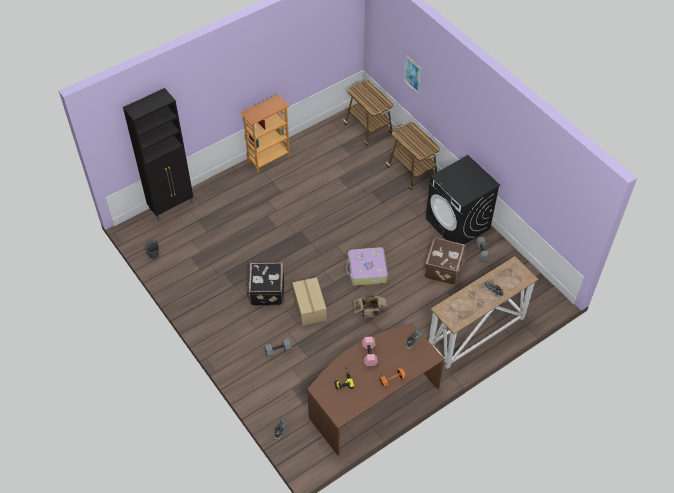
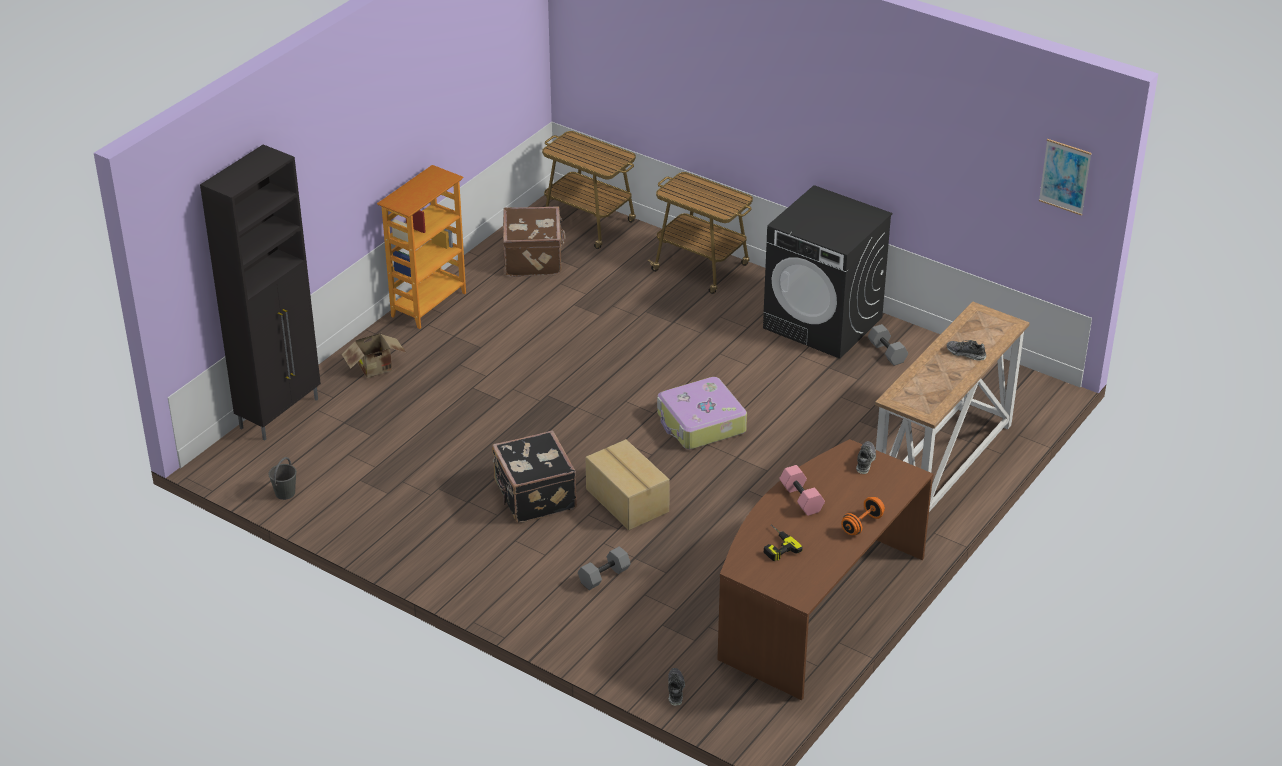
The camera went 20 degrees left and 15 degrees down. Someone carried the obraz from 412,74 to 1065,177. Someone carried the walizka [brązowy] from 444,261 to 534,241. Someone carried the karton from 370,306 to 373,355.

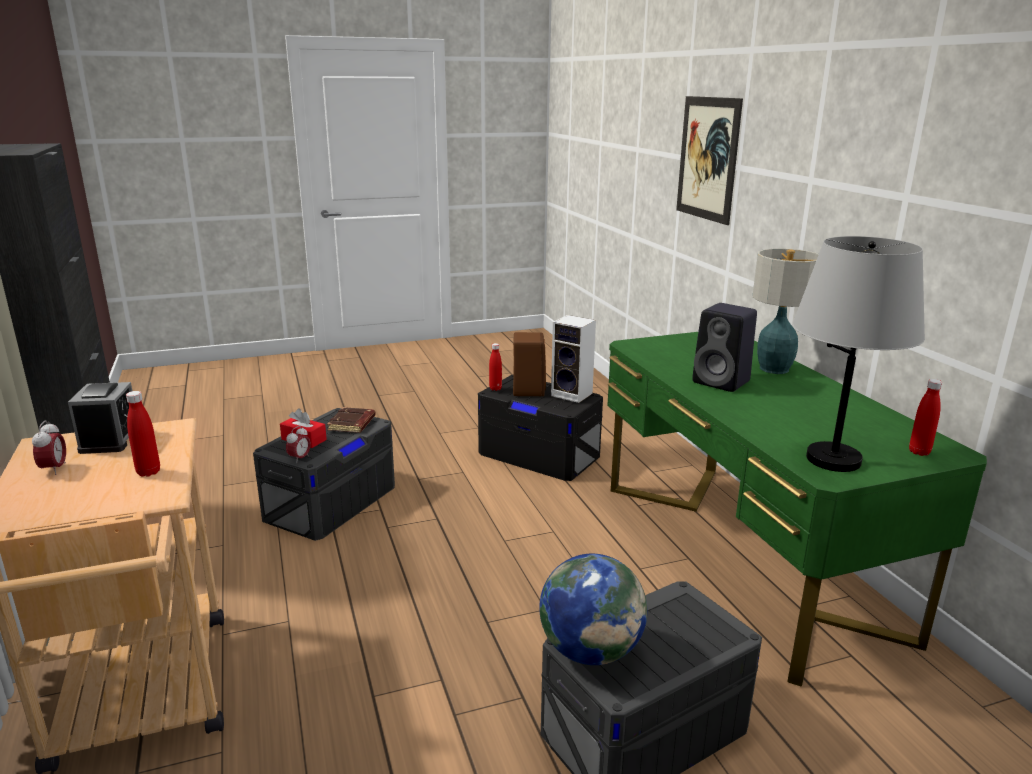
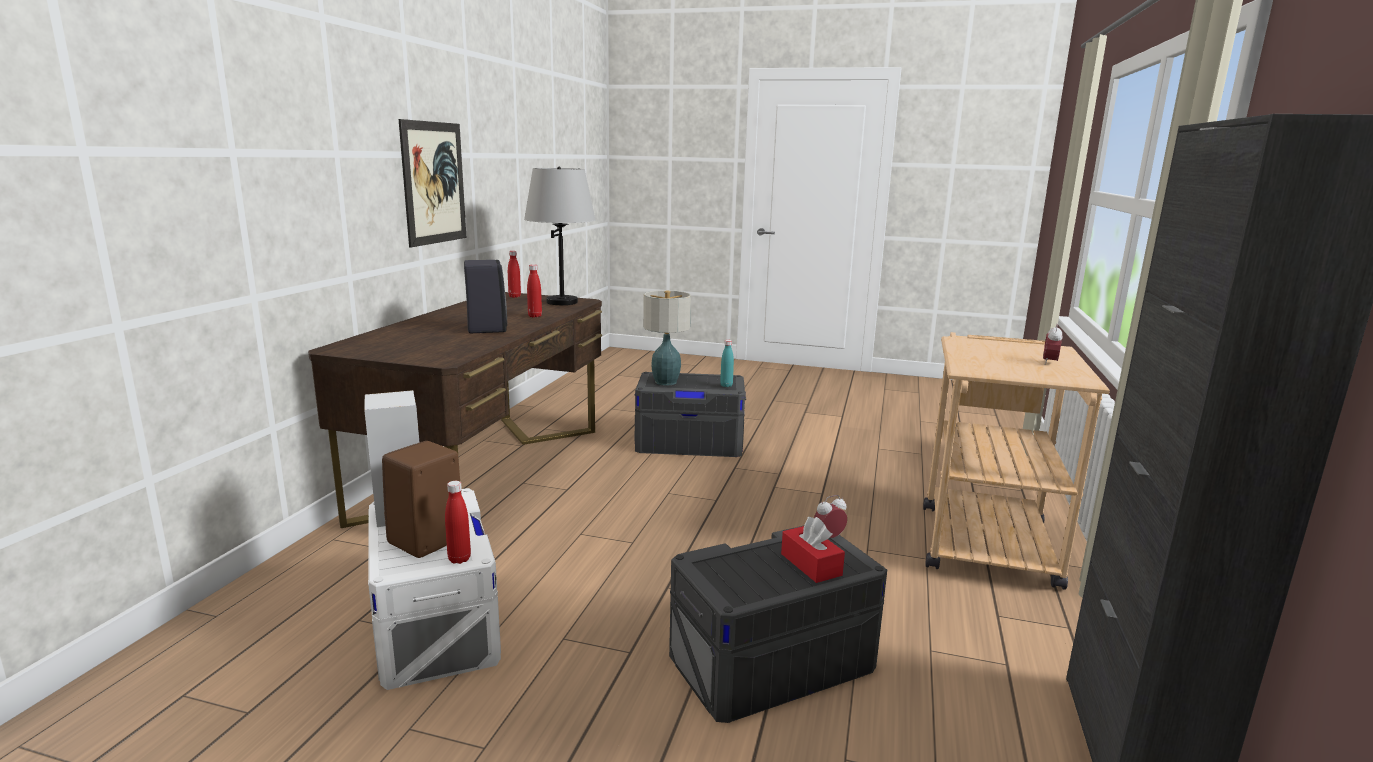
The camera went 145 degrees left and 5 degrees down. Someone carried the obraz from 709,160 to 433,183. Someone carried the lampa stołowa from 786,311 to 667,338. Someone repainted the biurko [zielony] at 797,509, which became the biurko [brązowy] at 455,410. Someone repainted the pojemnik do przechowywania [czarny] at 540,428, which became the pojemnik do przechowywania [biały] at 434,589. Someone took away the budzik at 100,418. Someone carried the butelka [czerwony] from 143,434 to 534,290. Someone took away the książka [brązowy] at 351,420. Someone swapped the globus at 593,609 for the butelka [turkusowy] at 727,363.

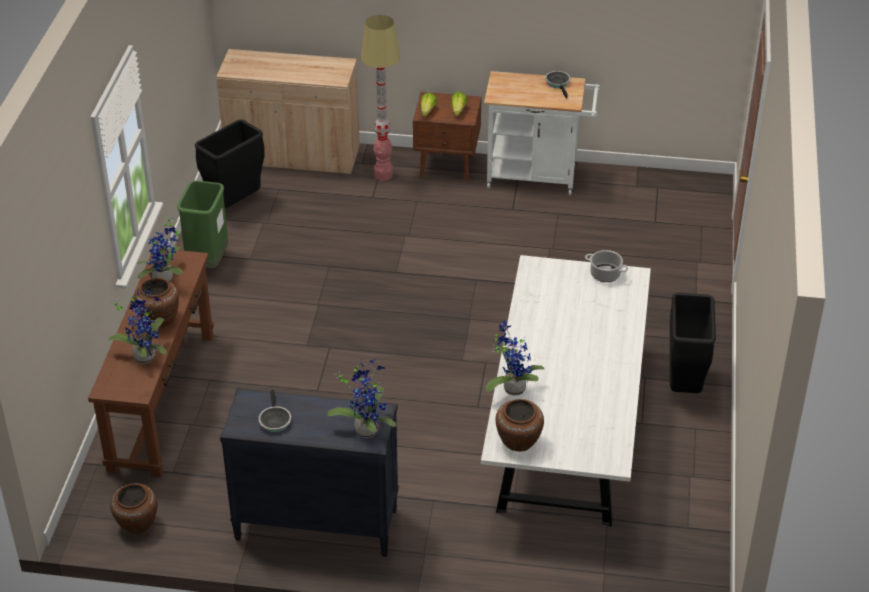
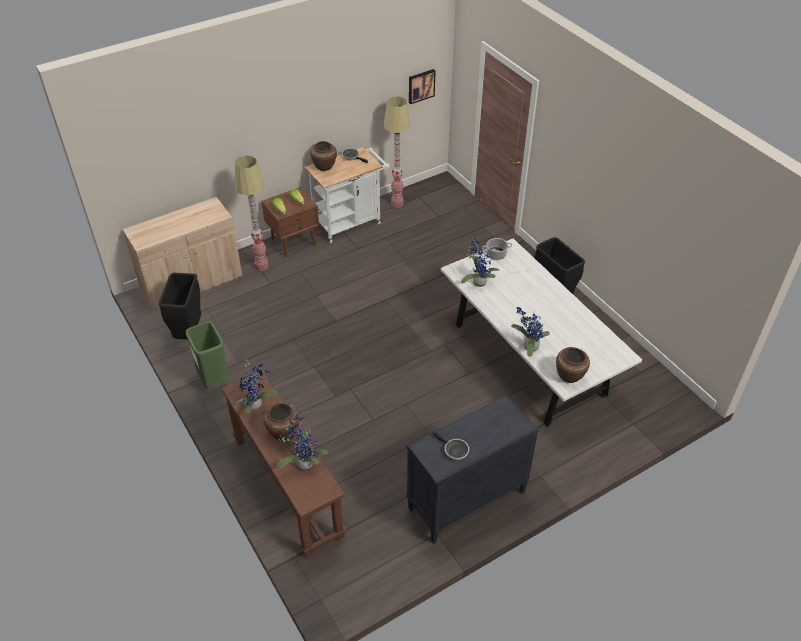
The camera went 40 degrees left and 5 degrees up. Someone carried the roślina doniczkowa from 361,398 to 480,262. Someone carried the wazon [brązowy] from 134,508 to 323,156. Someone put up the obraz at 422,86. Someone put down the lampa stojąca at 397,152.

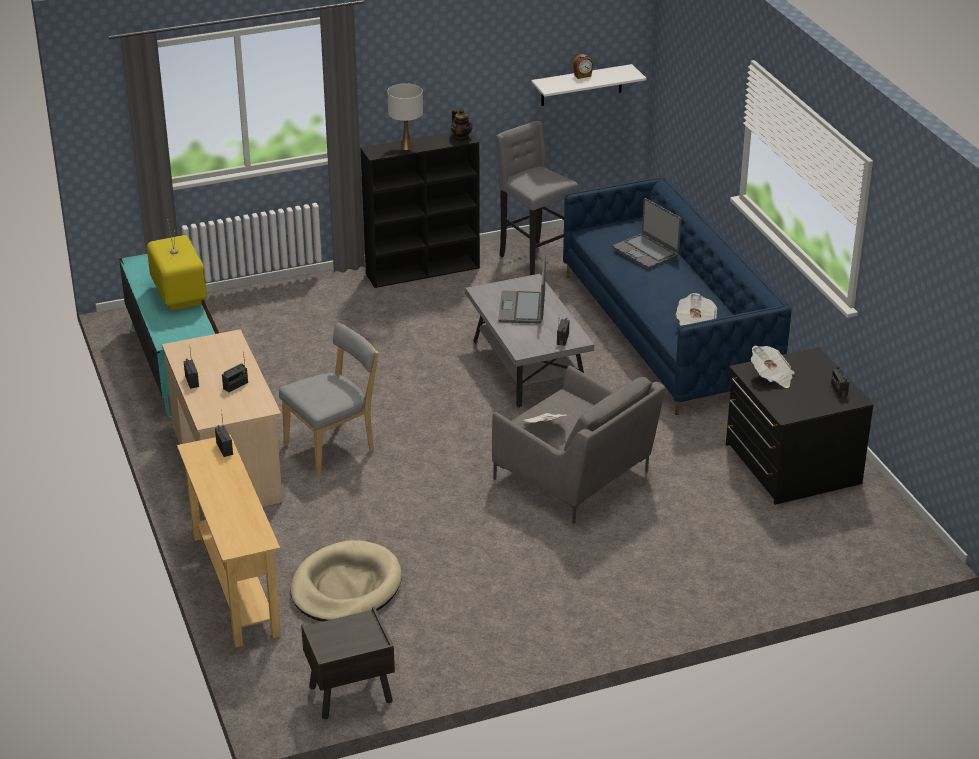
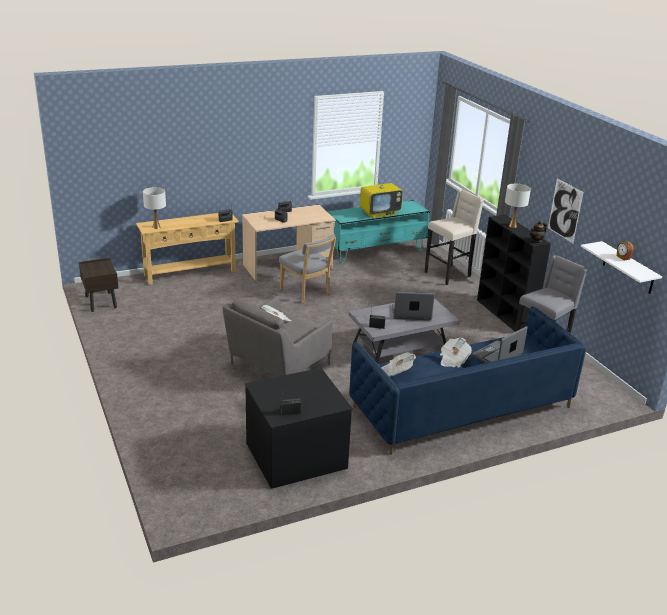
The camera went 85 degrees right and 5 degrees down. Someone carried the gazeta from 772,367 to 456,352. Someone took away the legowisko [beżowy] at 346,581. Someone put up the obraz at 566,210. Someone put down the lampa stołowa [biały] at 154,208. Someone put down the stołek [beżowy] at 454,237.

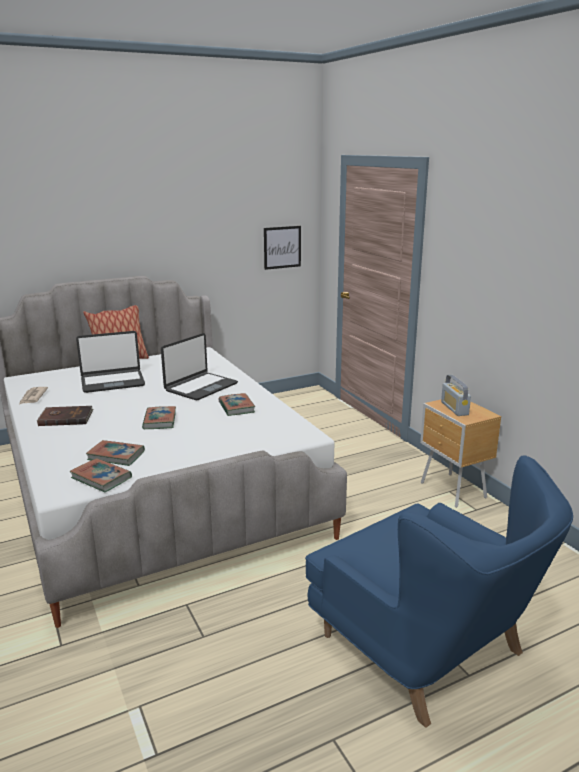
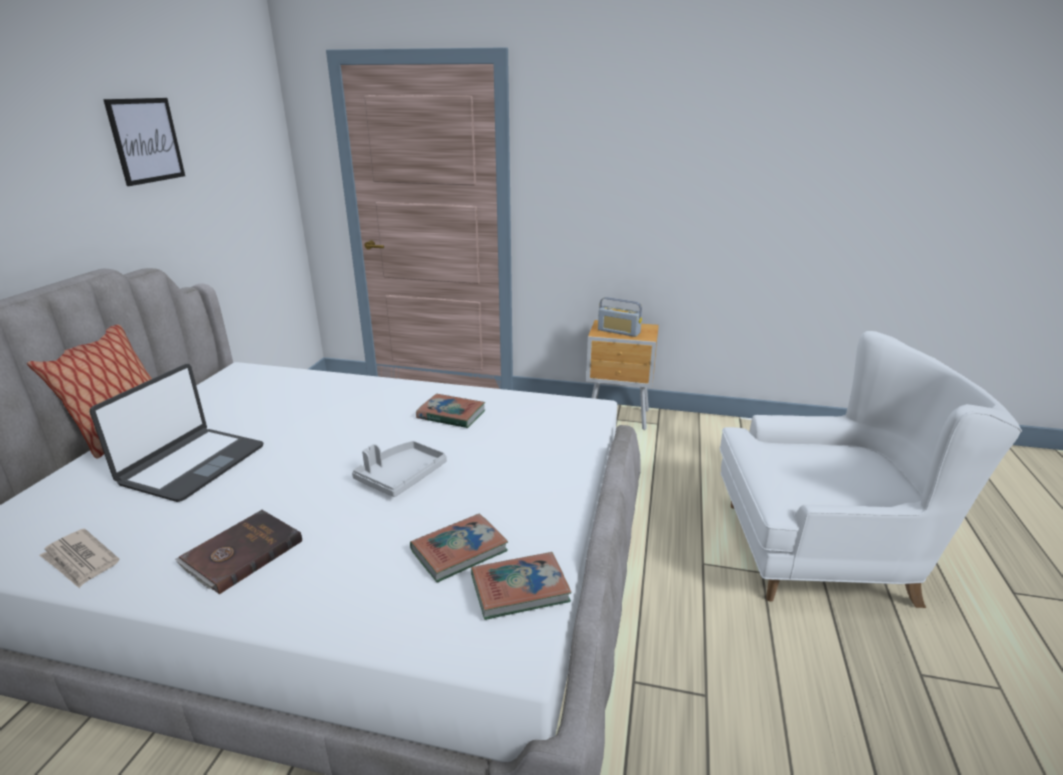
The camera went 50 degrees left and 5 degrees up. Someone carried the obraz from 282,248 to 144,142. Someone took away the laptop at 199,366. Someone swapped the książka at 159,417 for the taca [szary] at 399,469. Someone repainted the fotel [niebieski] at 439,592, which became the fotel [biały] at 871,469.

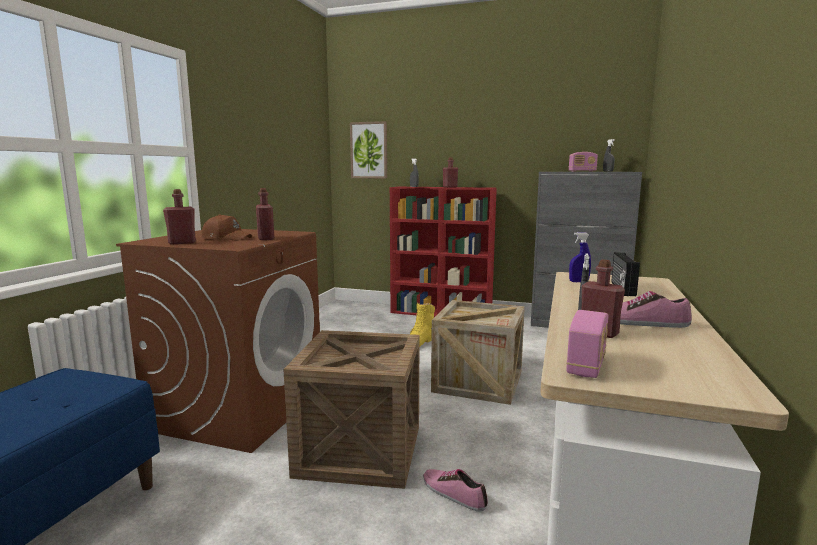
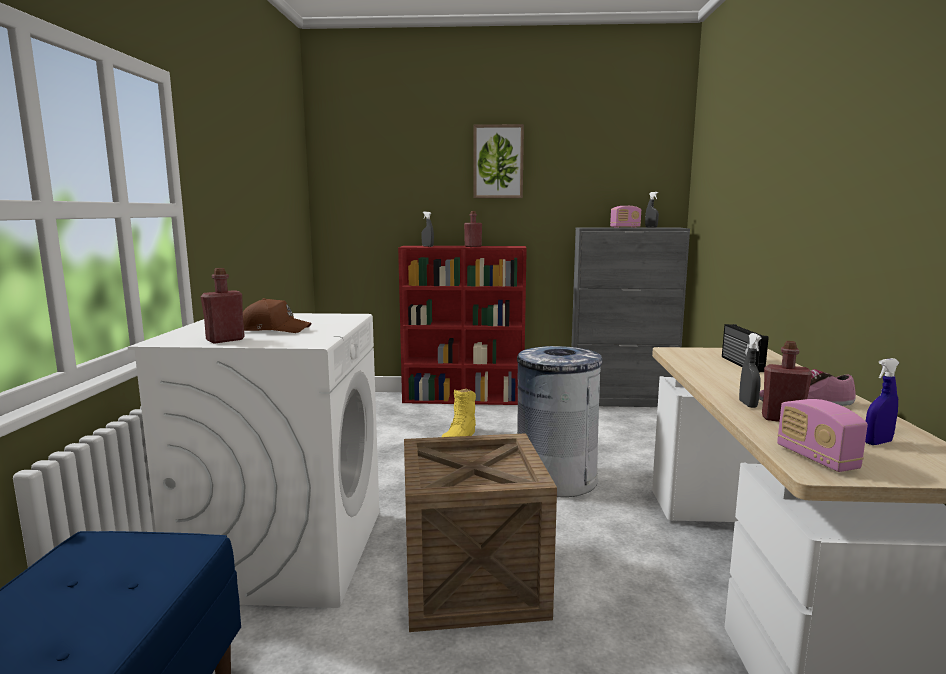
The camera went 15 degrees left and 0 degrees up. Someone carried the obraz from 368,149 to 499,161. Someone took away the butelka [czerwony] at 265,214. Someone repainted the pralka [brązowy] at 218,341, which became the pralka [biały] at 253,460. Someone carried the spryskiwacz [niebieski] from 580,257 to 882,401. Someone swapped the skrzynka at 478,352 for the kosz na śmieci [szary] at 559,421. Someone rotated the radio at 587,344 by 150 degrees clockwise. Someone took away the but at 455,490.

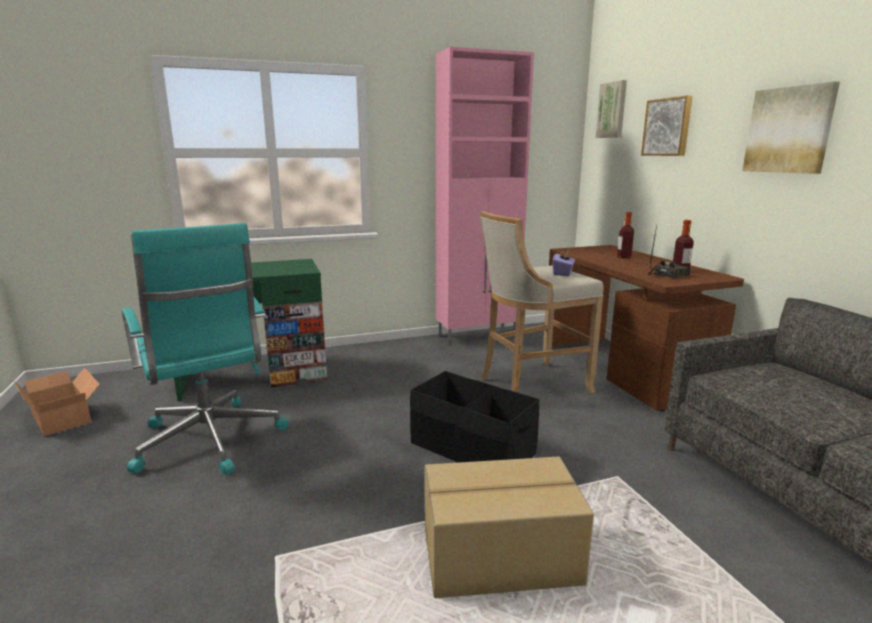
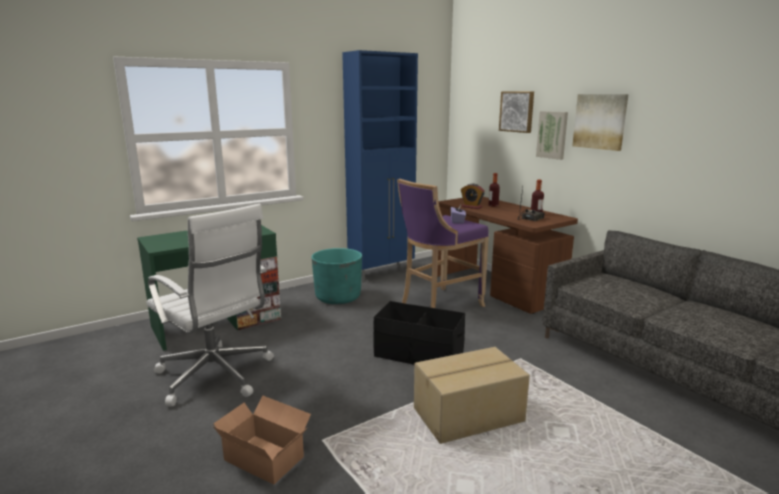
The camera went 15 degrees left and 0 degrees up. Someone repainted the szafka [różowy] at 485,196, which became the szafka [niebieski] at 380,166. Someone carried the obraz from 611,109 to 552,135. Someone repainted the stołek [beżowy] at 541,302, which became the stołek [fioletowy] at 443,243. Someone repainted the krzesło biurowe [turkusowy] at 205,349, which became the krzesło biurowe [biały] at 210,305. Someone carried the karton from 57,402 to 262,440. Someone put down the budzik at 473,196. Someone put down the donica [turkusowy] at 337,276.

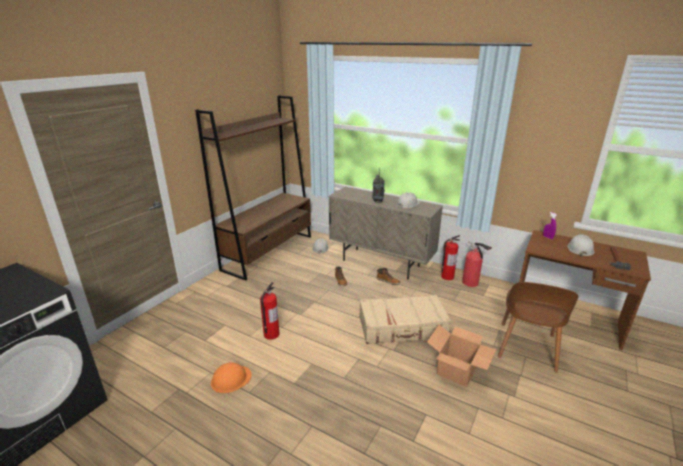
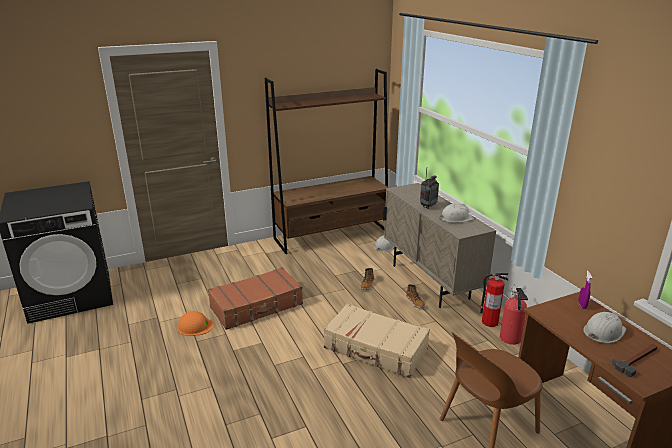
The camera went 35 degrees right and 0 degrees up. Someone swapped the gaśnica at 269,311 for the walizka [brązowy] at 255,298. Someone took away the karton at 461,356.

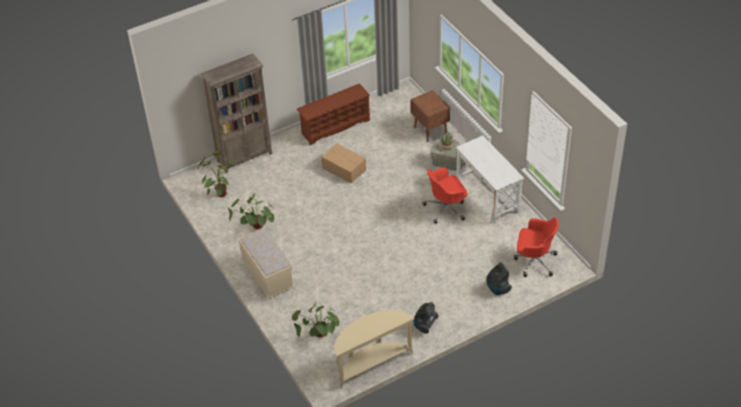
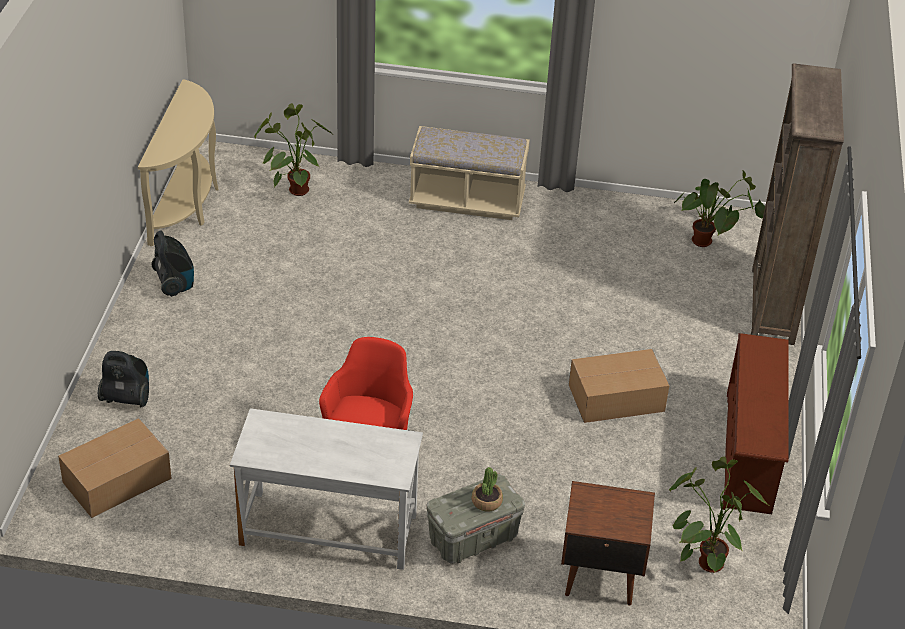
The camera went 125 degrees right and 5 degrees down. Someone carried the roślina doniczkowa from 251,211 to 718,515. Someone swapped the krzesło biurowe [czerwony] at 536,247 for the karton at 115,468.

